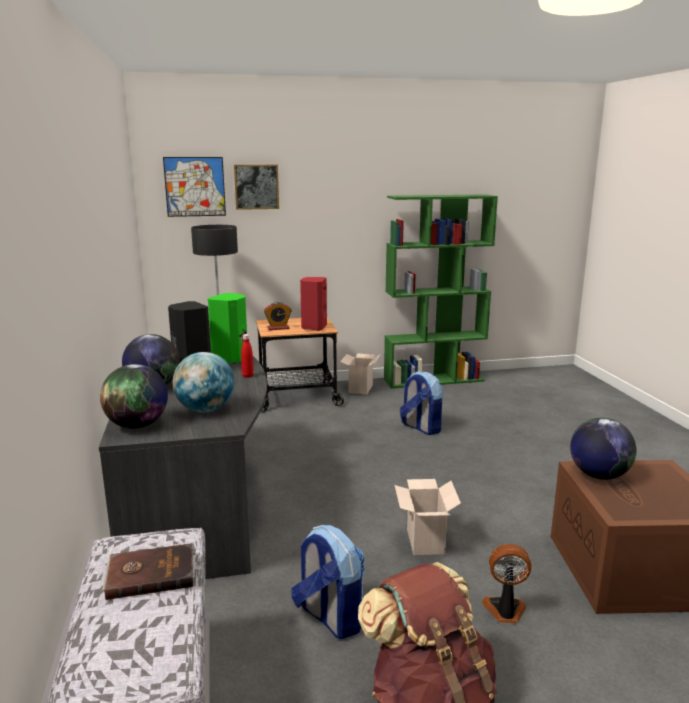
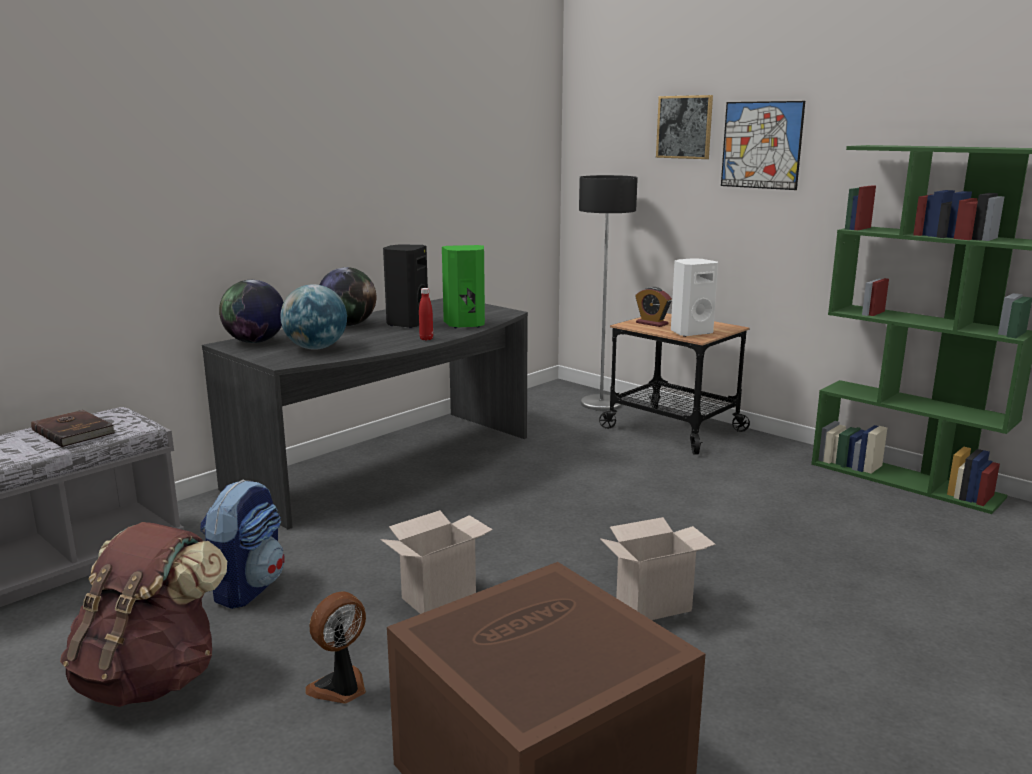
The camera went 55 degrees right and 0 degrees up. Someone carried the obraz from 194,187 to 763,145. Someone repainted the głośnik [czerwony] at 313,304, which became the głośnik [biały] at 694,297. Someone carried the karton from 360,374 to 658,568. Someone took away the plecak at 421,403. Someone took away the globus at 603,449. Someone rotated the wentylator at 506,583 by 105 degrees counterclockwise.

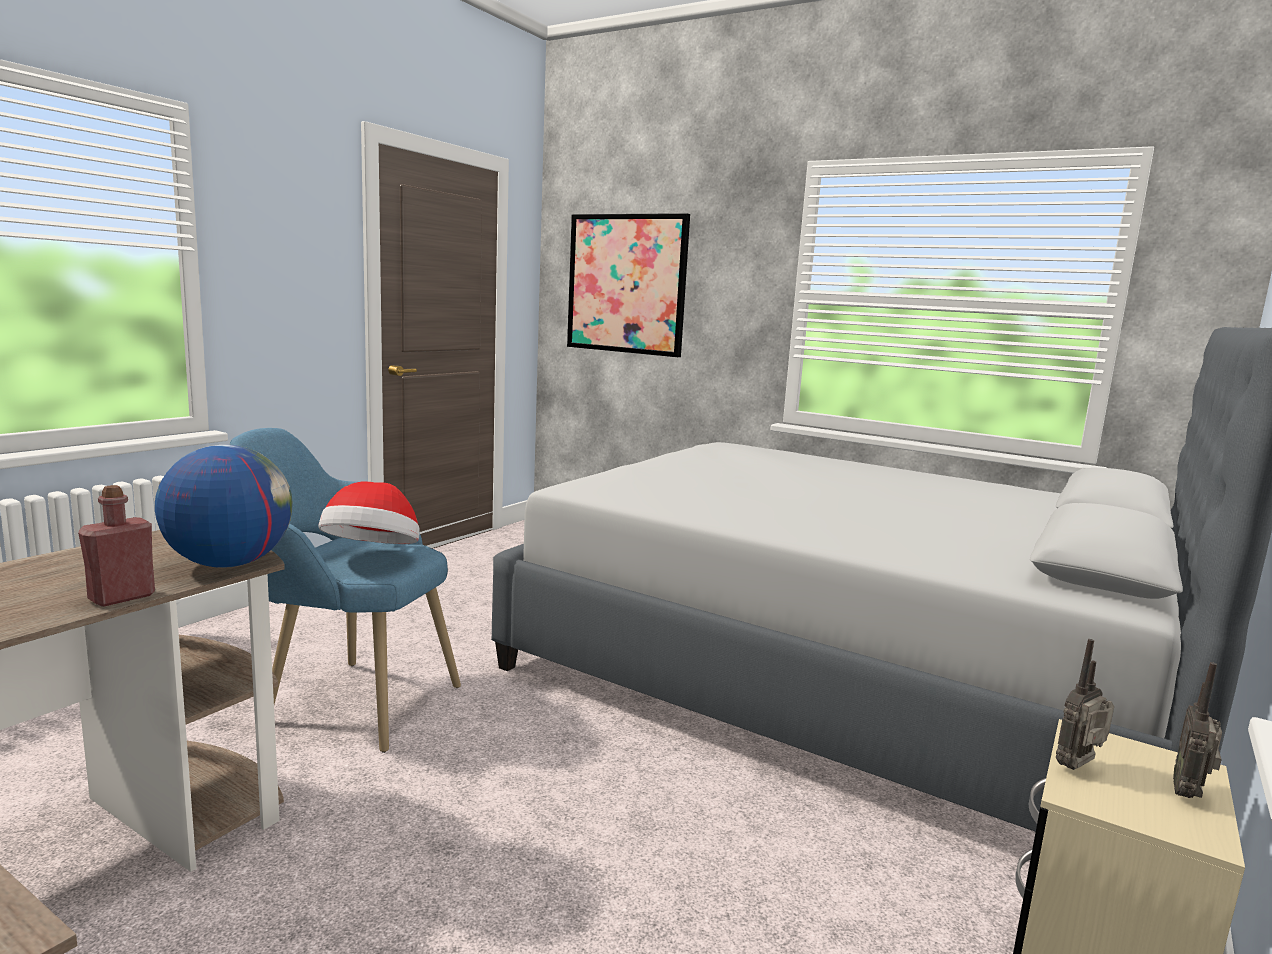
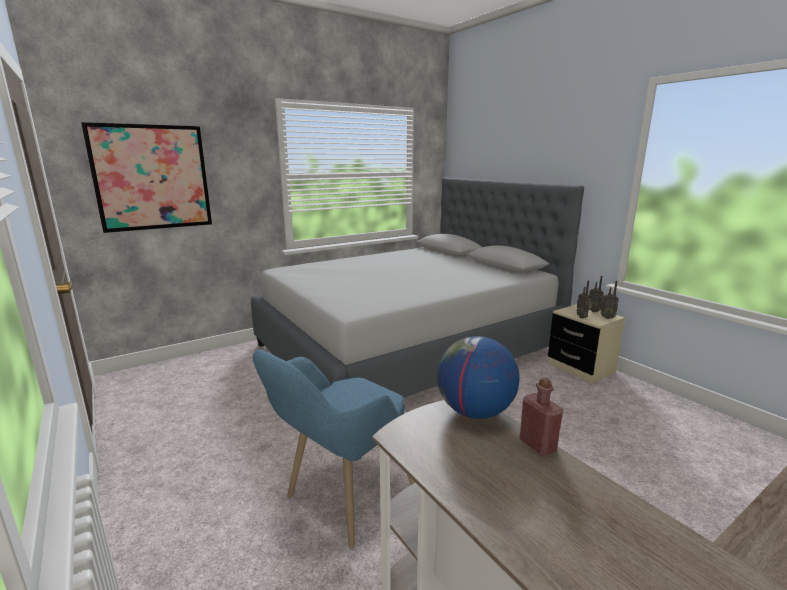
The camera went 65 degrees left and 5 degrees up. Someone took away the kapelusz at 369,512. Someone put down the radio at 609,300.

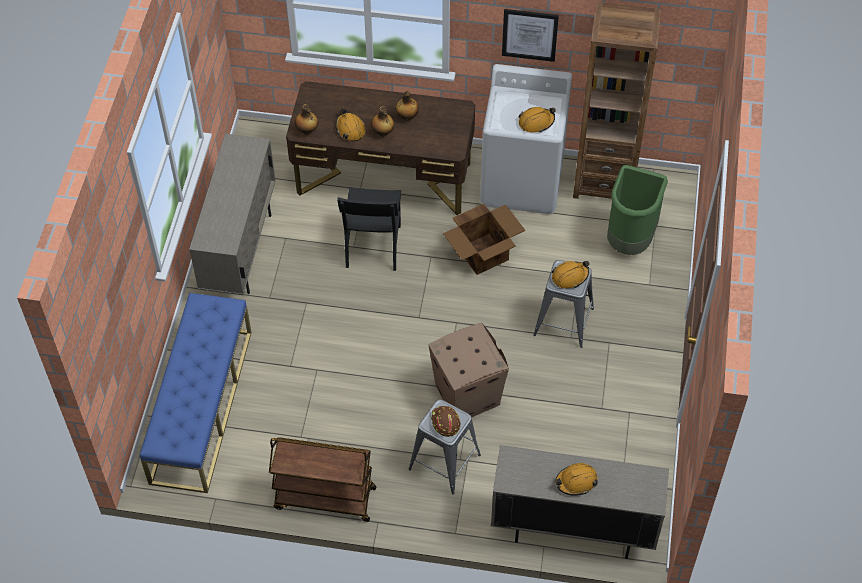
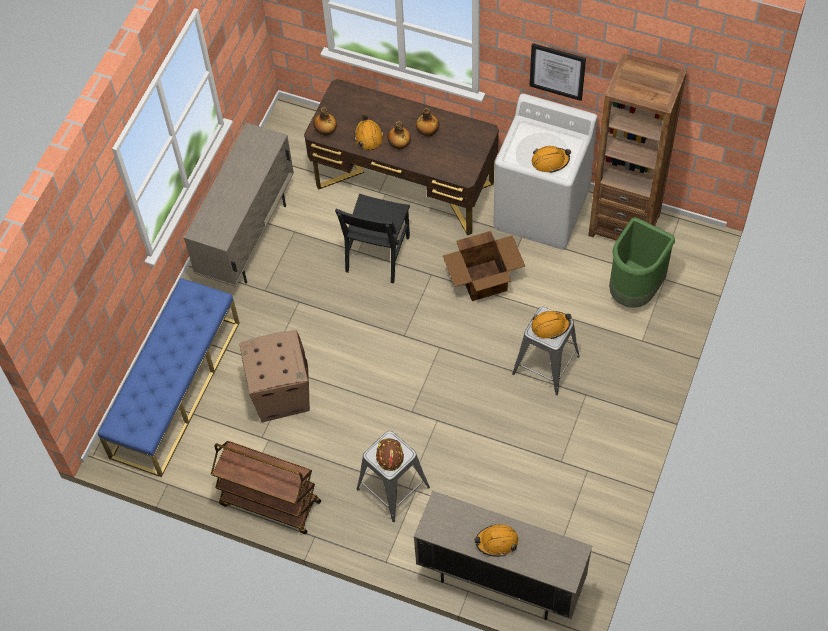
The camera went 15 degrees right and 5 degrees up. Someone carried the karton from 468,370 to 274,376.

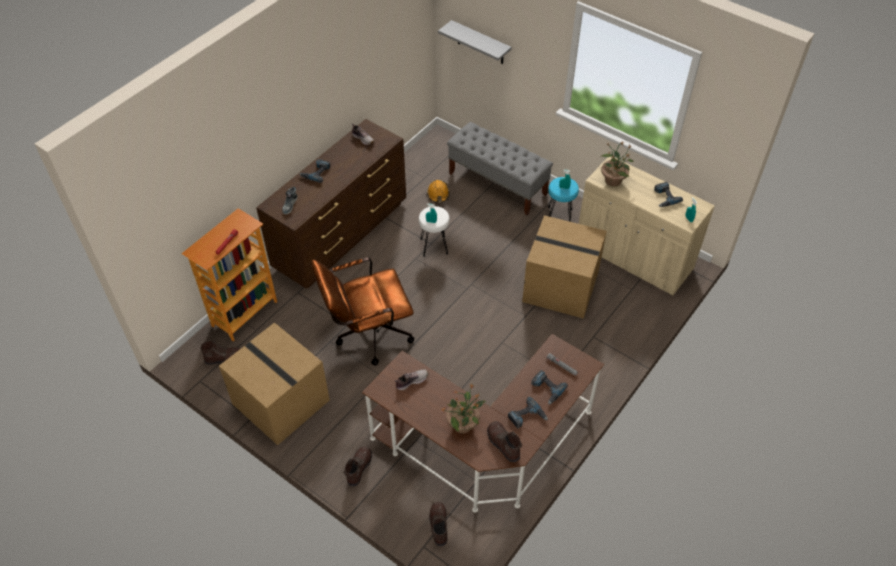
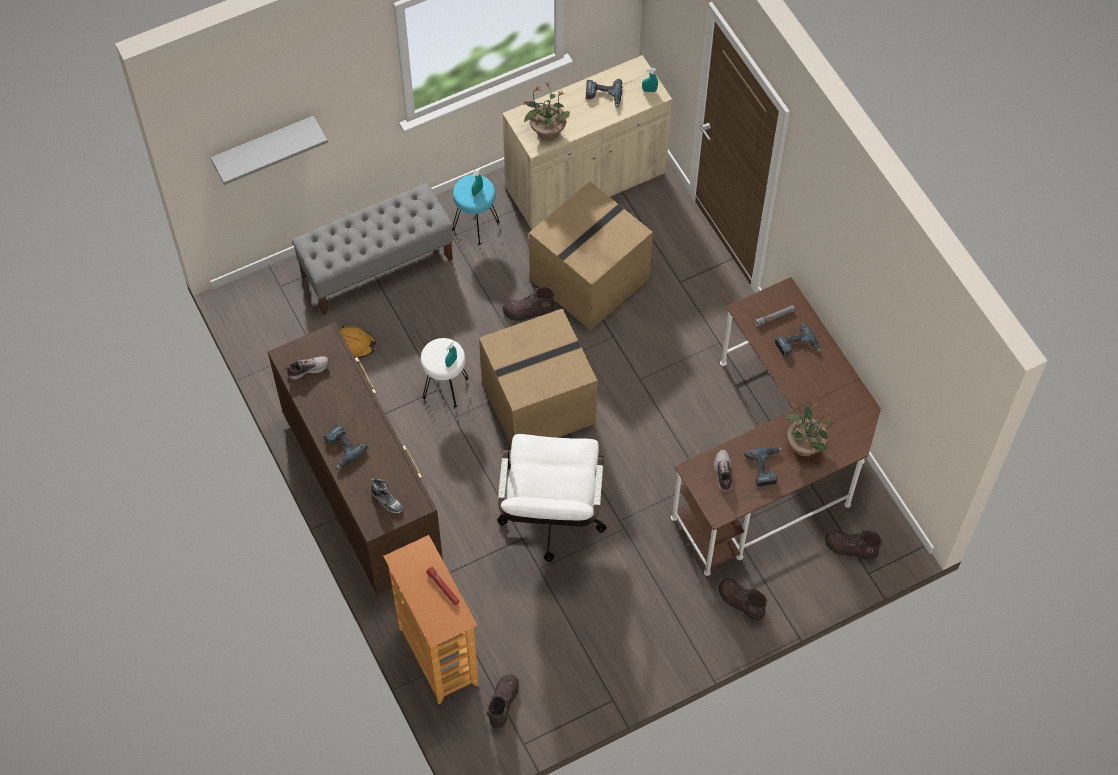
The camera went 65 degrees left and 10 degrees up. Someone repainted the krzesło biurowe [brązowy] at 362,311, which became the krzesło biurowe [biały] at 552,498. Someone carried the karton from 274,383 to 538,376. Someone carried the wiertarka from 528,412 to 763,467. Someone carried the but z cholewką [brązowy] from 504,441 to 528,304.

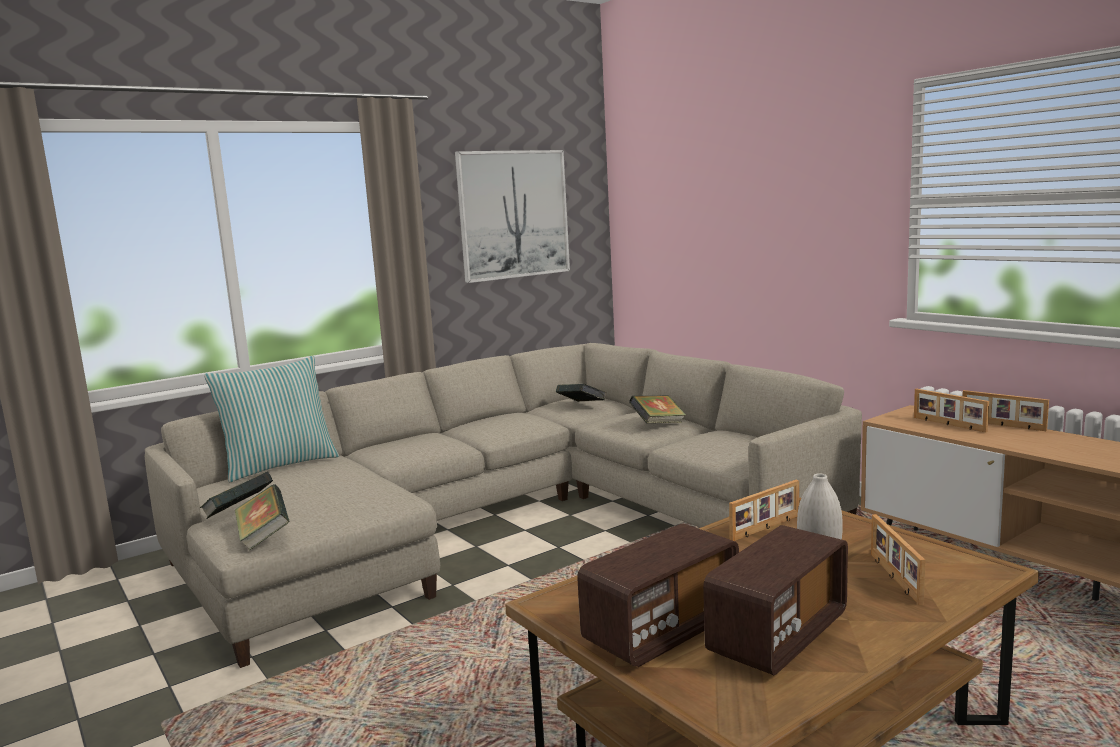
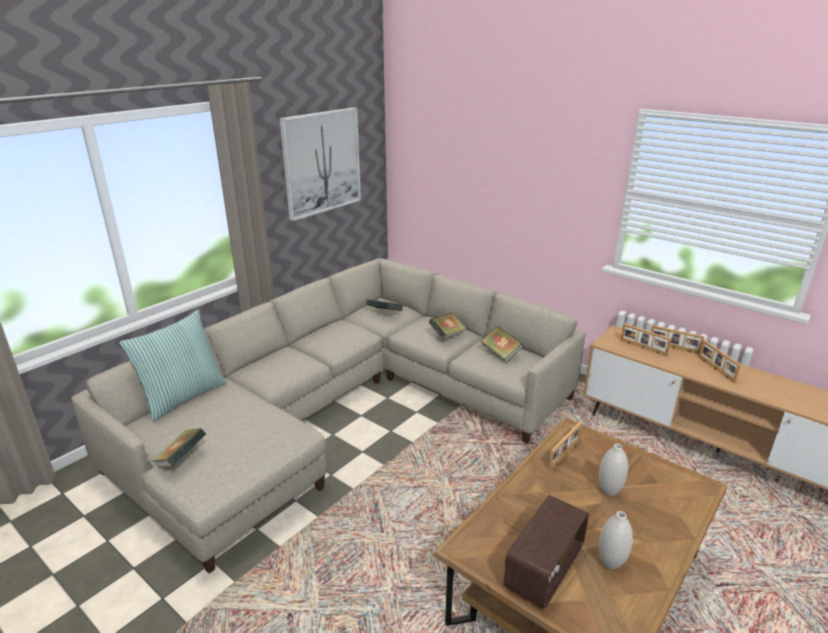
The camera went 15 degrees left and 15 degrees up. Someone carried the książka from 262,517 to 502,344. Someone carried the ramka na zdjęcie from 898,559 to 719,361. Someone swapped the radio at 775,600 for the wazon [biały] at 616,540.

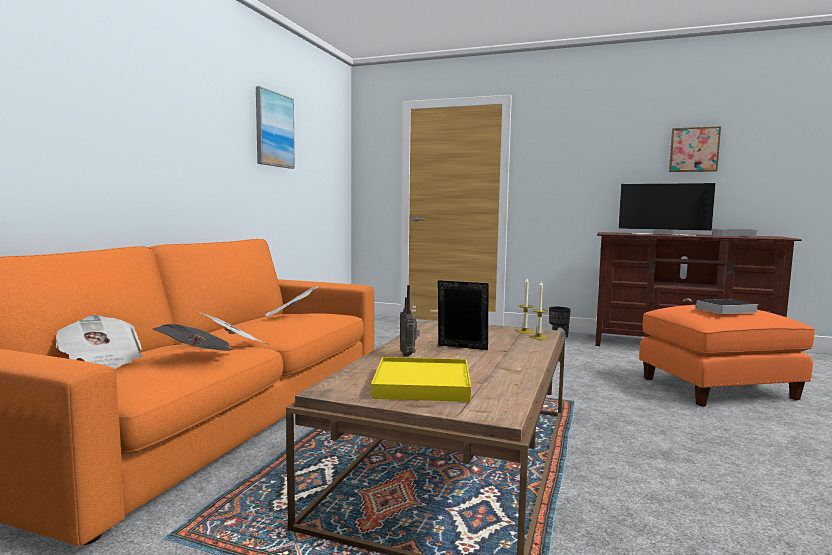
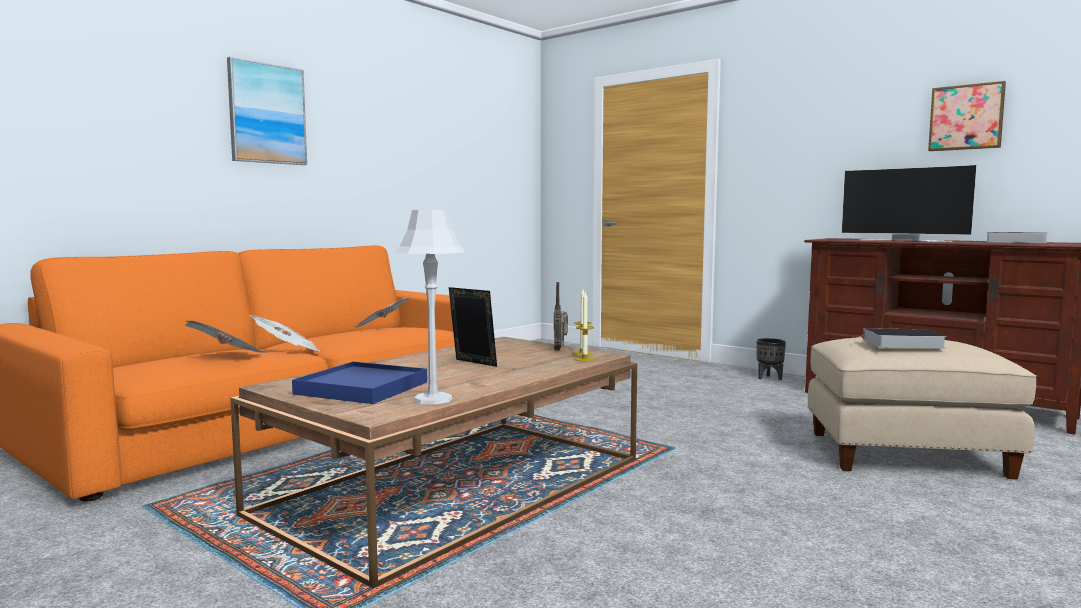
The camera went 20 degrees right and 0 degrees up. Someone carried the obraz from 275,127 to 267,111. Someone carried the radio from 409,320 to 561,316. Someone repainted the pufa [pomarańczowy] at 727,355, which became the pufa [beżowy] at 922,408. Someone took away the gazeta at 99,342. Someone repainted the taca [żółty] at 421,379, which became the taca [niebieski] at 359,383. Someone put down the lampa stołowa [szary] at 430,307.

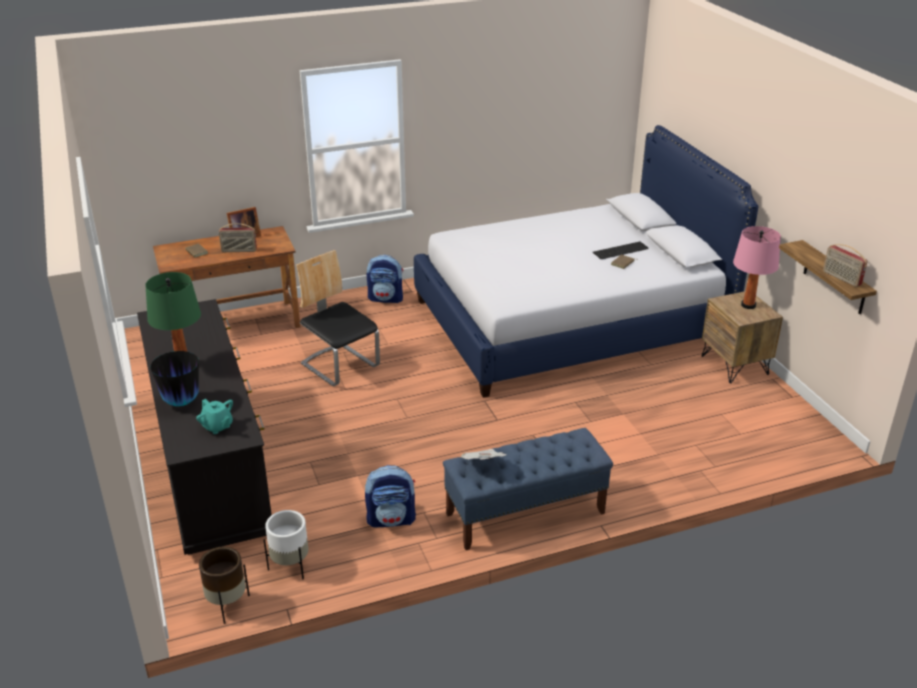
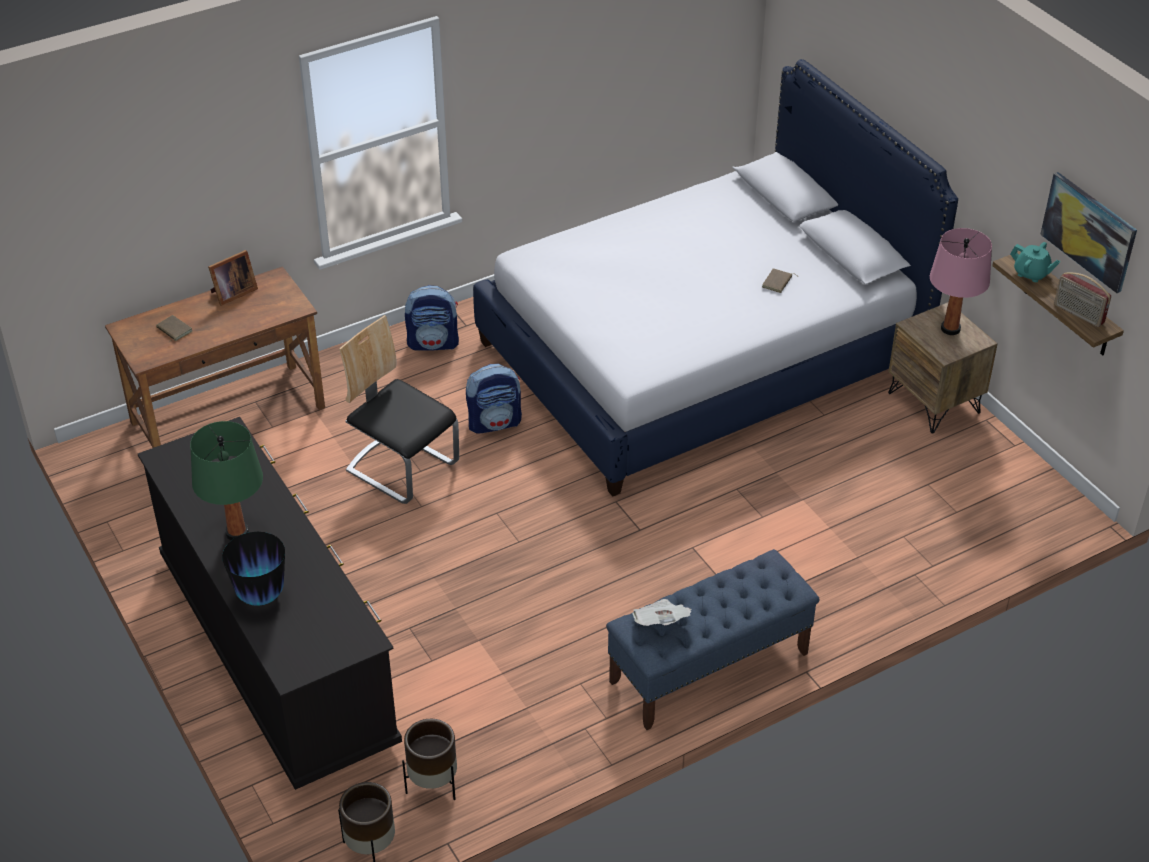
The camera went 10 degrees left and 10 degrees up. Someone took away the radio at 238,237. Someone took away the klawiatura at 621,250. Someone carried the imbryk [turkusowy] from 214,416 to 1035,262. Someone carried the plecak from 390,496 to 494,399. Someone repainted the donica [biały] at 286,544, which became the donica [brązowy] at 429,759. Someone put up the obraz at 1088,232.

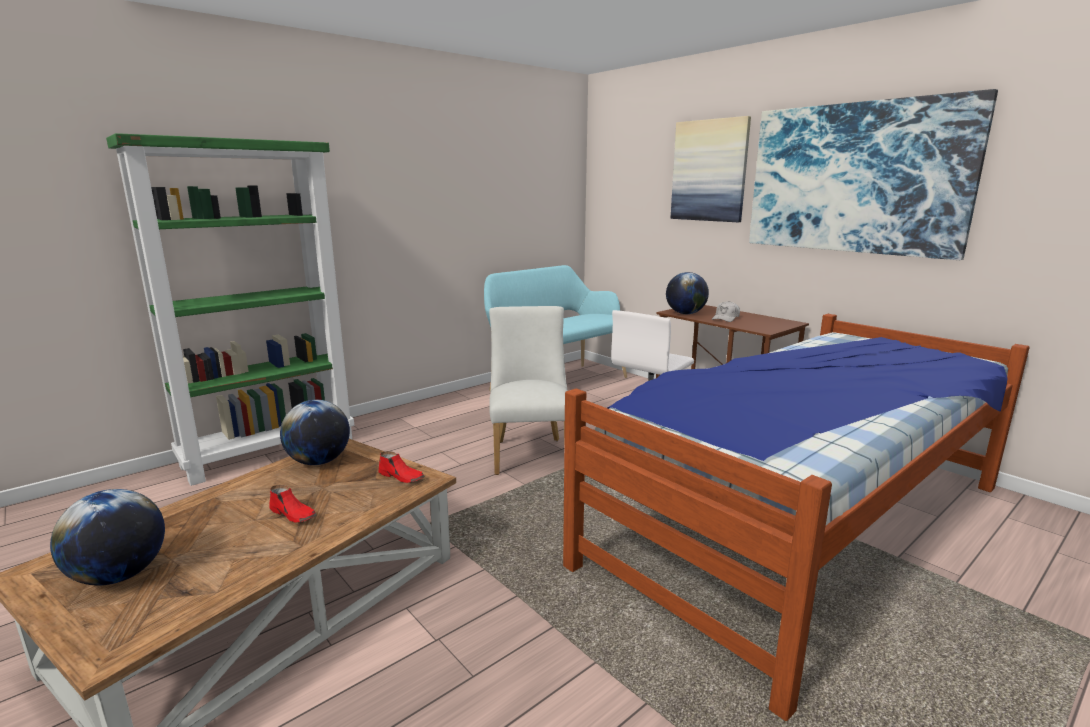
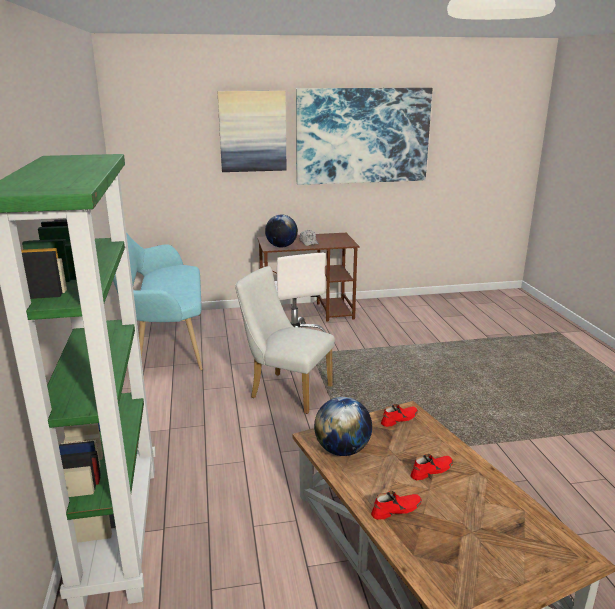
The camera went 60 degrees left and 5 degrees up. Someone took away the łóżko at 796,517. Someone took away the globus at 107,537. Someone put down the but [czerwony] at 396,505.

